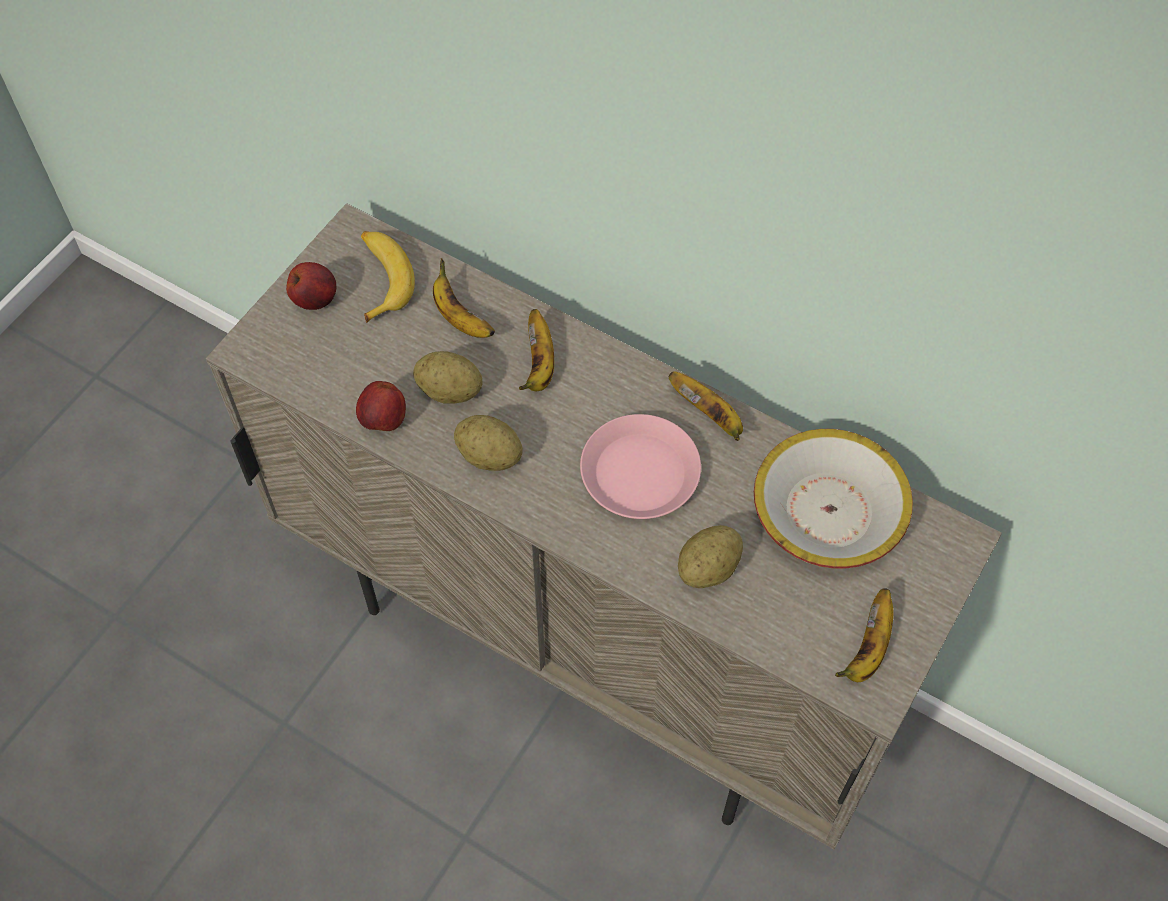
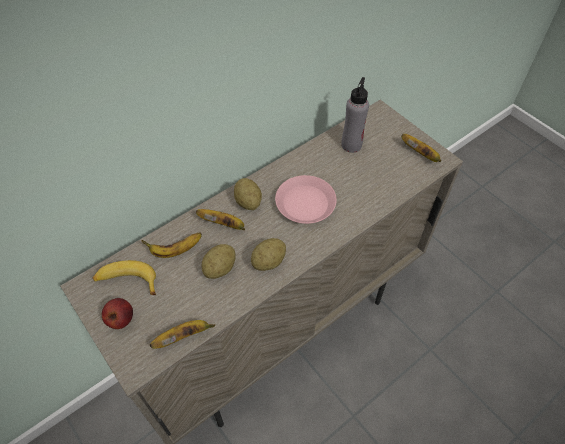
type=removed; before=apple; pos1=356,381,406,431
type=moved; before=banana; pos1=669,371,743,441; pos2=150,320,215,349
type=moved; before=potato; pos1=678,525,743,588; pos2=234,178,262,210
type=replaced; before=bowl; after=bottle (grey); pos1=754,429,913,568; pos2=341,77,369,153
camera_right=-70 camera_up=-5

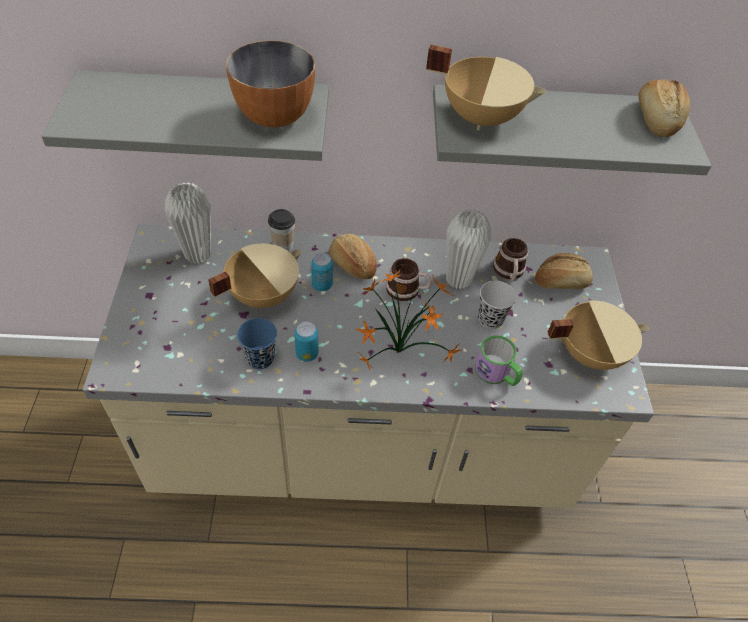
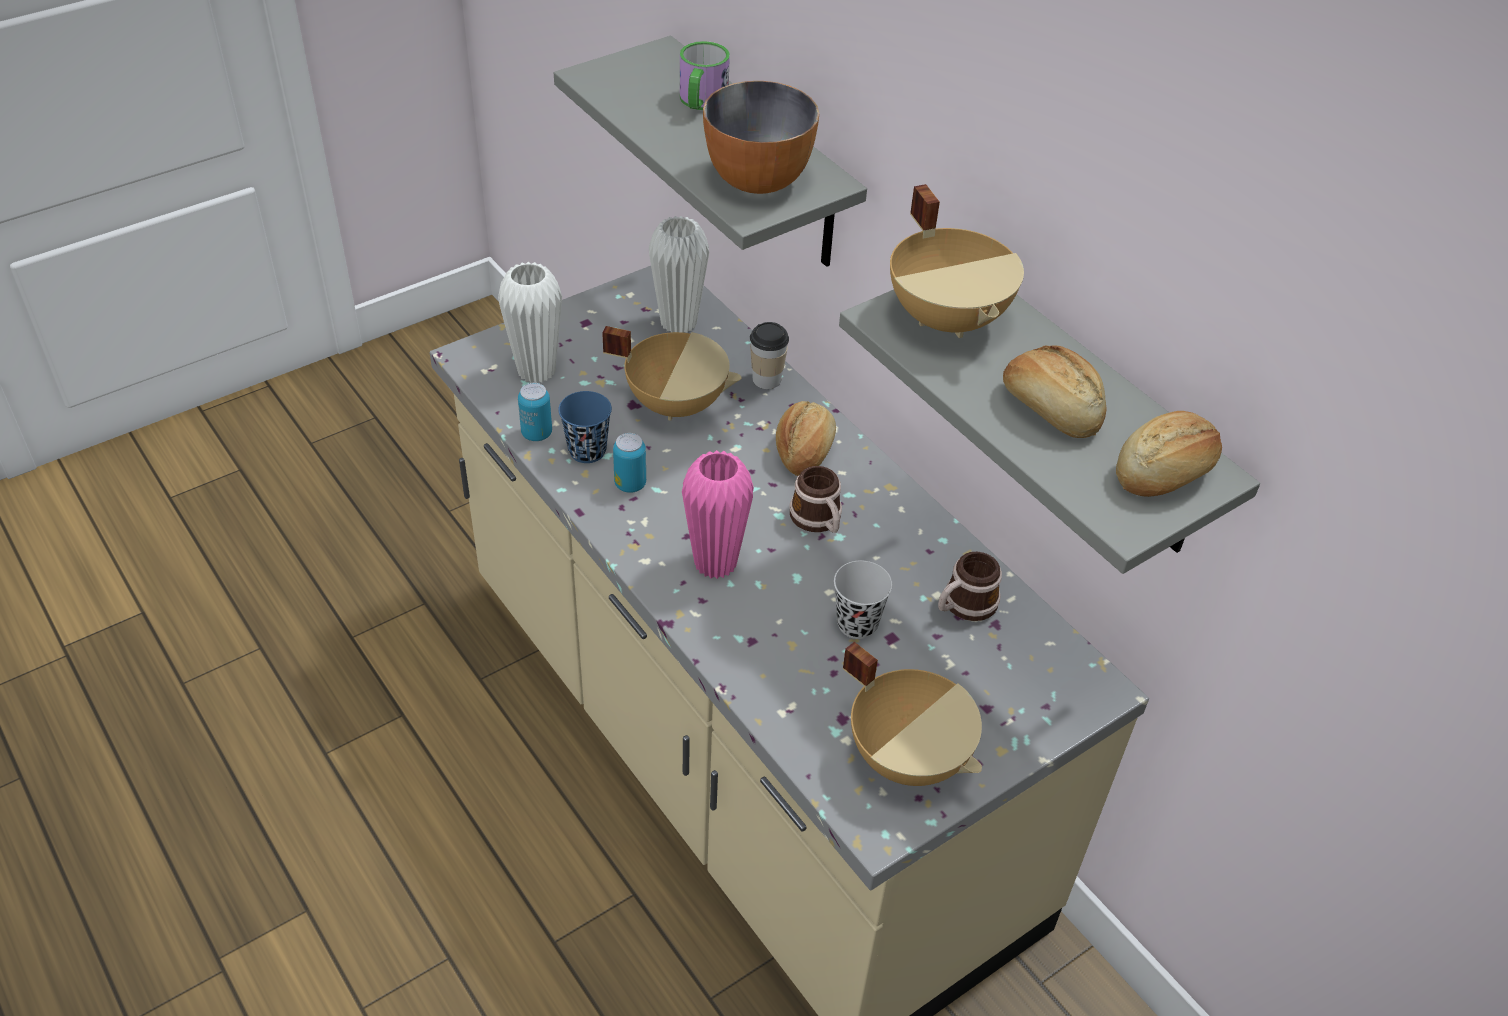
type=moved; before=can; pos1=311,253,333,291; pos2=518,383,552,441
type=moved; before=vase (white); pos1=446,209,491,289; pos2=498,262,562,383
type=moved; before=mug; pos1=475,335,522,386; pos2=680,41,730,110
type=moved; before=bread; pos1=535,253,593,289; pos2=1003,345,1107,438
type=replaced; before=potted plant; after=vase (pink); pos1=355,270,462,371; pos2=682,450,754,579
camera_right=55 camera_up=-5

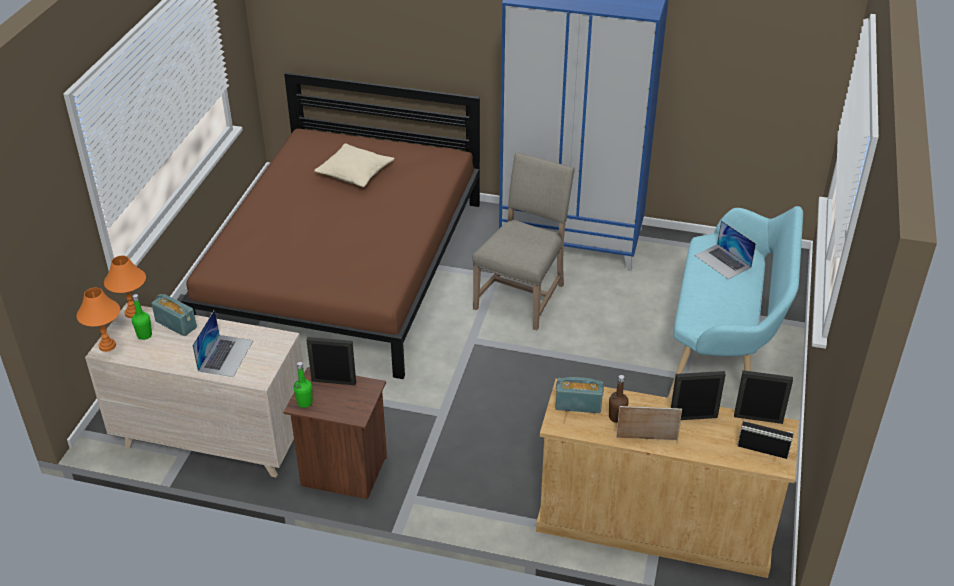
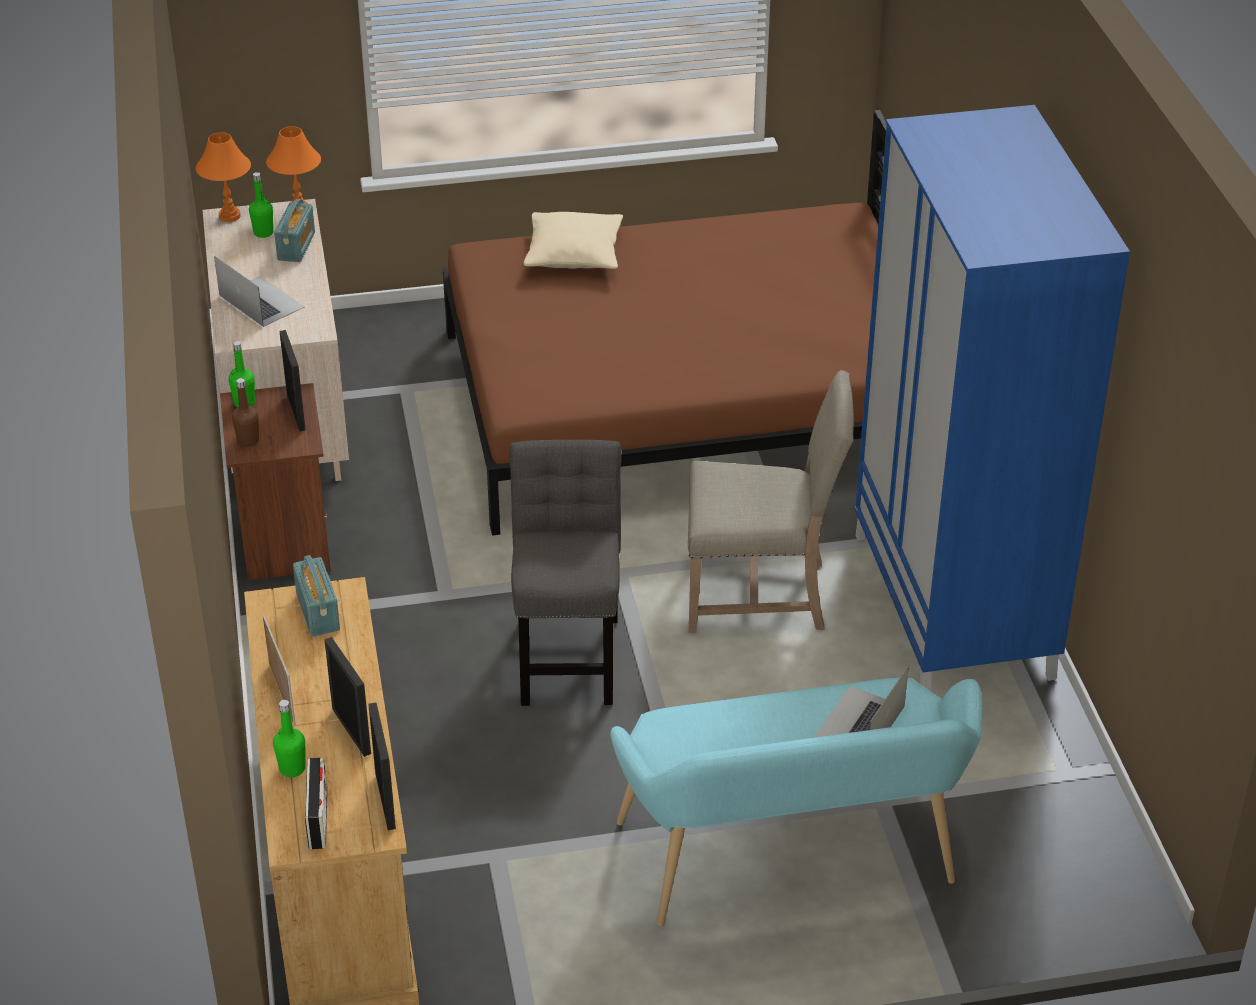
type=added; after=bottle (green); pos2=273,700,306,777
type=added; after=chair (grey); pos2=509,439,621,706
type=moved; before=pillow (beige); pos1=314,143,394,187; pos2=524,212,623,269
type=moved; before=bottle (brown); pos1=609,375,629,423; pos2=232,378,259,447
type=turned; before=laptop; pos1=193,309,254,377; pos2=214,256,304,327; turn=-120
camera_right=65 camera_up=0

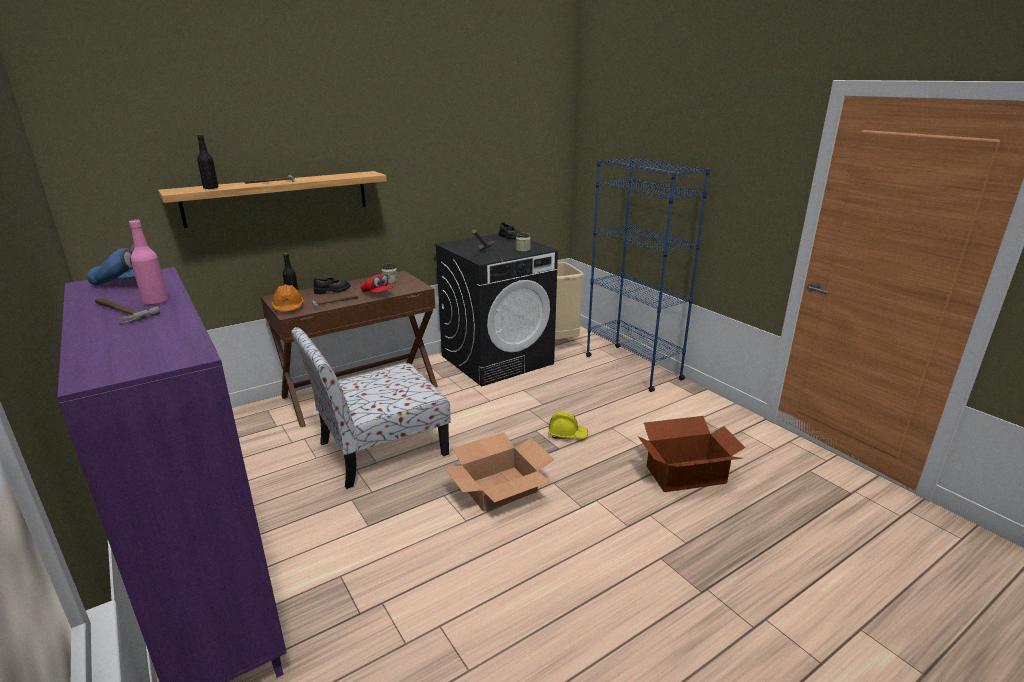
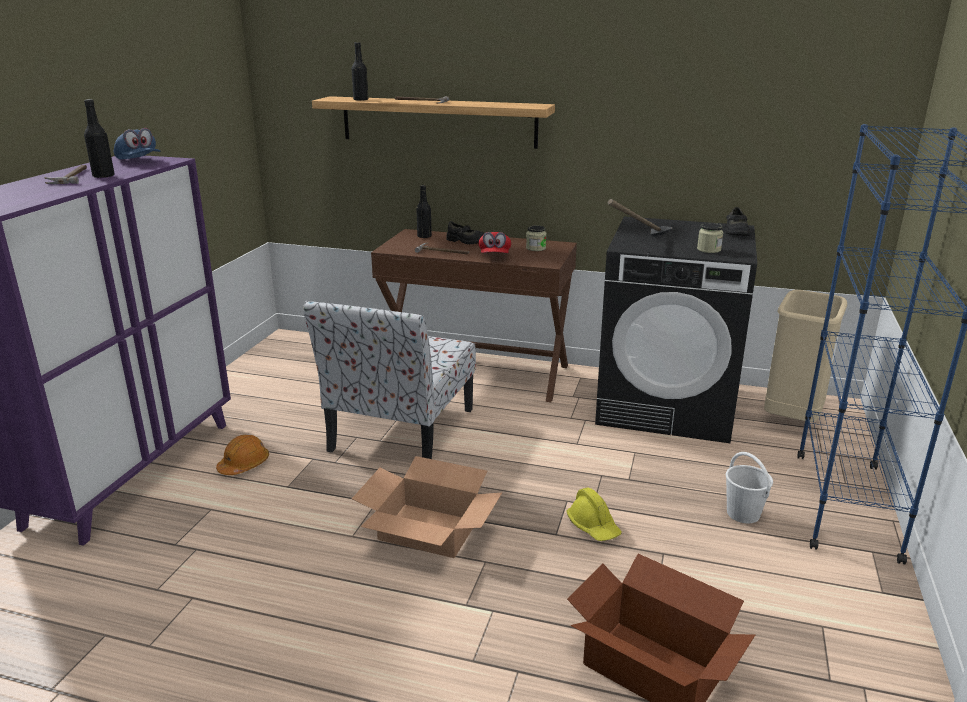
type=added; after=bucket (white); pos2=726,452,773,523
type=moved; before=hard hat (orange); pos1=271,284,304,311; pos2=216,435,269,475
type=recoloured; before=bottle (pink); after=bottle (black); pos1=129,219,168,305; pos2=84,99,115,178
type=turned; before=chair; pos1=291,327,451,489; pos2=303,301,476,459; turn=-90
camera_right=50 camera_up=0

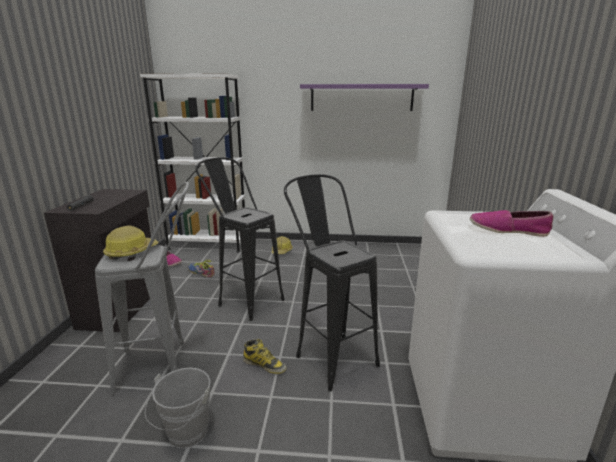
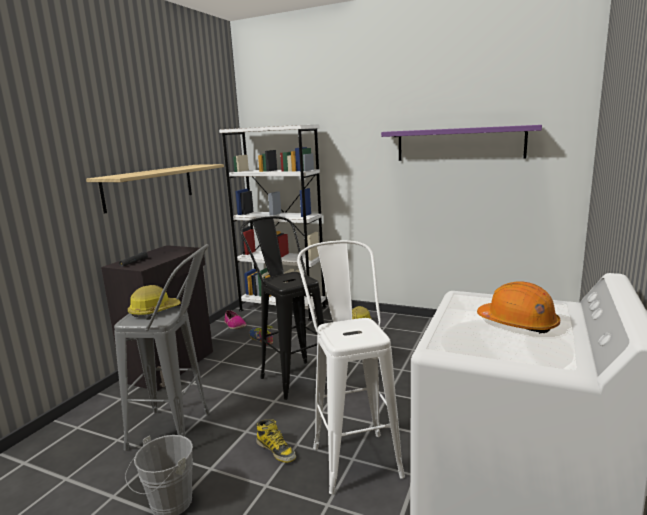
type=added; after=shelf; pos2=86,164,224,213
type=replaced; before=shoe; after=hard hat (orange); pos1=470,210,553,237; pos2=477,281,560,334
type=recoloured; before=stool (black); after=stool (white); pos1=284,174,380,392; pos2=297,240,405,494
camera_right=20 camera_up=-5

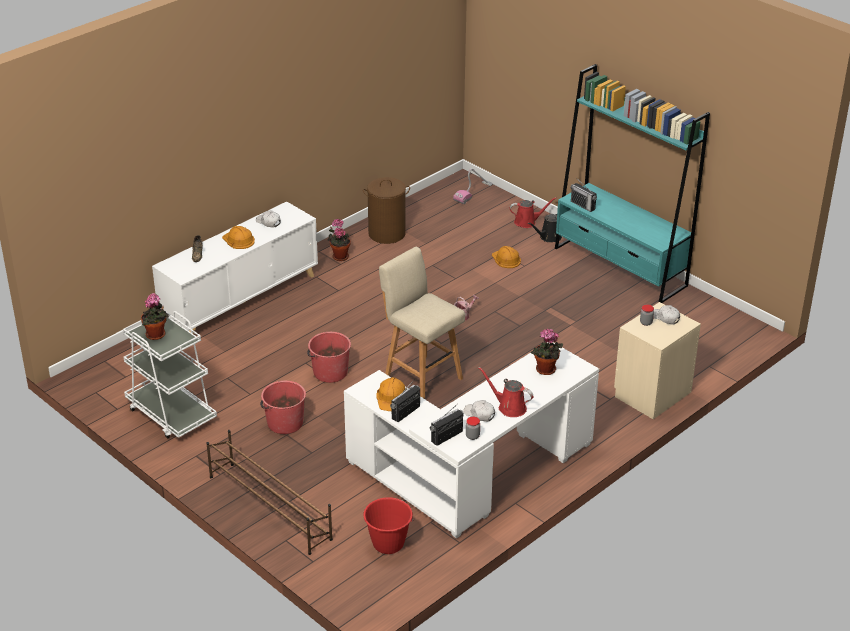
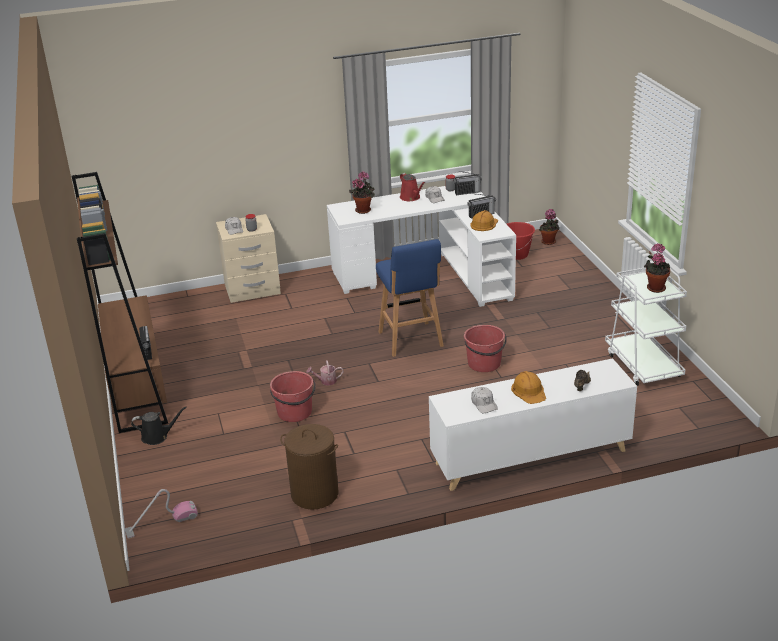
type=removed; before=shoe rack (brown); pos1=206,430,333,555
type=removed; before=hard hat (orange); pos1=492,246,521,268
type=removed; before=watering can (red); pos1=510,197,557,228
type=moved; before=bucket (red); pos1=260,381,306,434; pos2=270,371,316,422
type=moved; before=potted plant; pos1=328,219,351,261; pos2=539,209,559,245
type=recoloured; before=stool (beige); after=stool (blue); pos1=379,247,465,399; pos2=376,239,444,357
type=recoloured; before=bookcase (turquoise); after=bookcase (brown); pos1=555,64,710,303; pos2=72,172,168,433
camera_right=-150 camera_up=-5

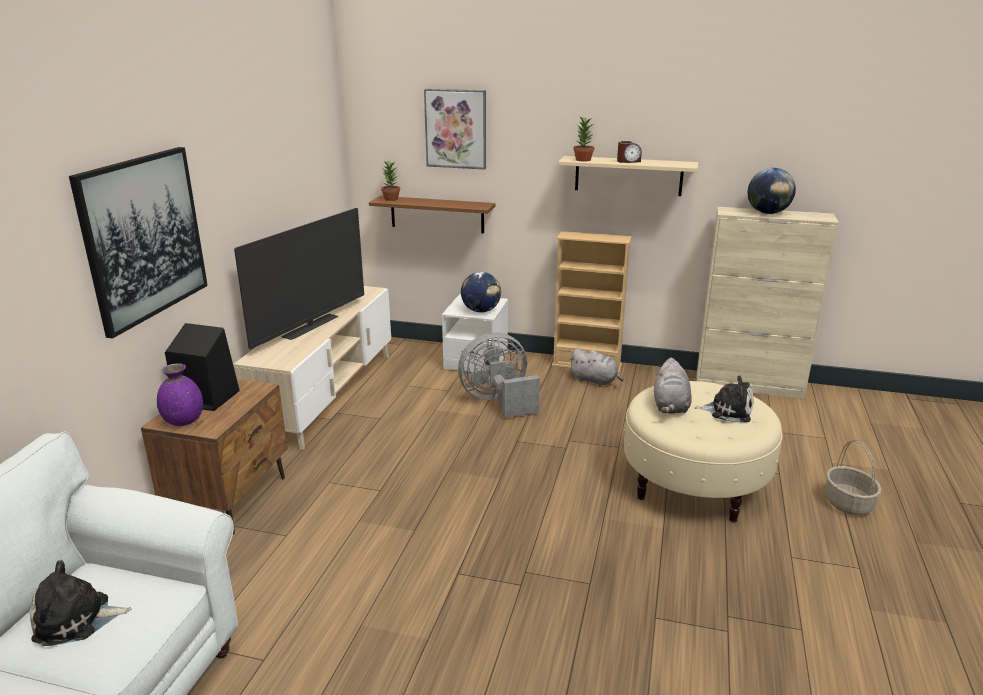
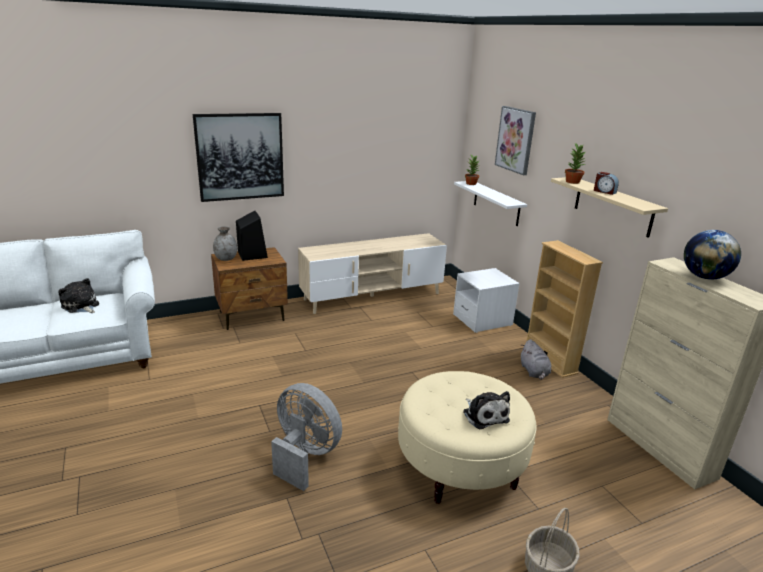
type=removed; before=television; pos1=234,208,364,349
type=removed; before=globe; pos1=461,272,501,312
type=removed; before=plush toy (grey); pos1=654,358,692,414
type=moved; before=fan (grey); pos1=458,332,540,418; pos2=271,383,342,491
type=recoloured; before=vase (purple); after=vase (grey); pos1=157,363,203,426; pos2=213,226,237,261
type=recoloured; before=shelf (brown); after=shelf (white); pos1=369,196,496,234; pos2=454,181,527,226
camera_right=50 camera_up=0

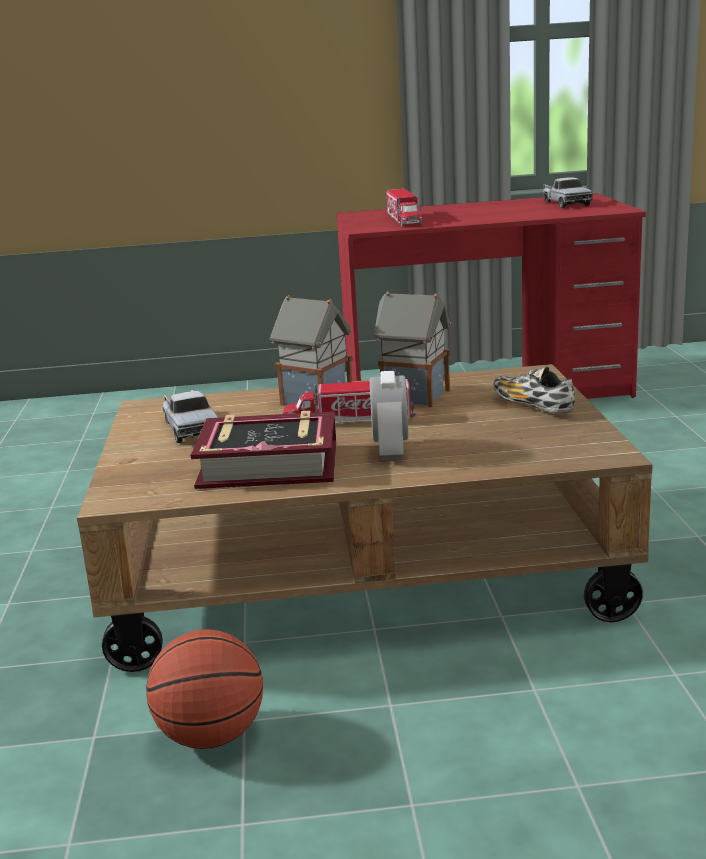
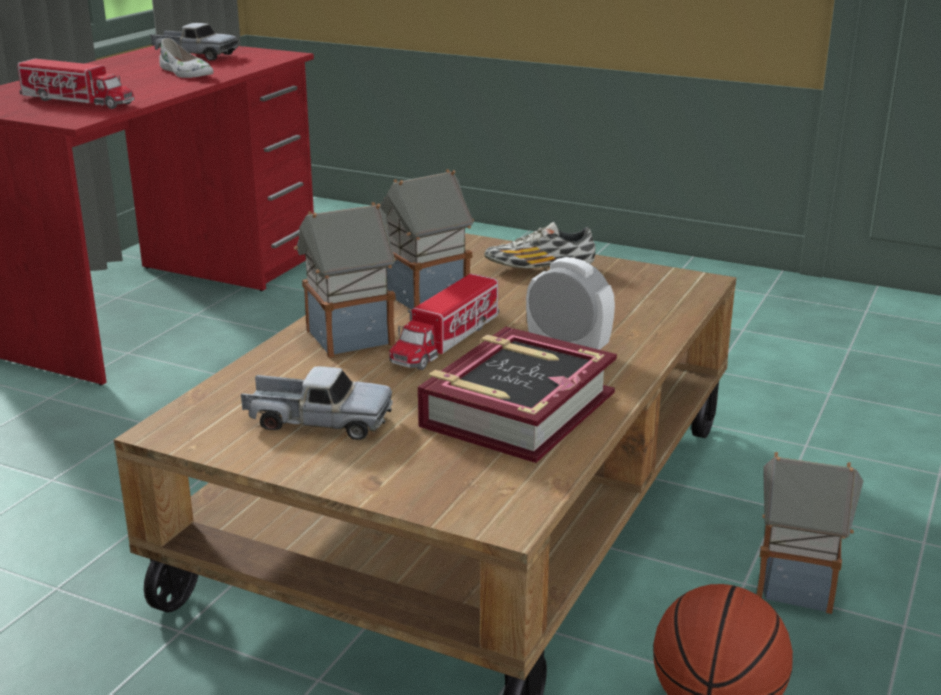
type=added; after=shoe (white); pos2=159,38,214,78
type=added; after=toy house; pos2=757,452,863,614
camera_right=-60 camera_up=5

